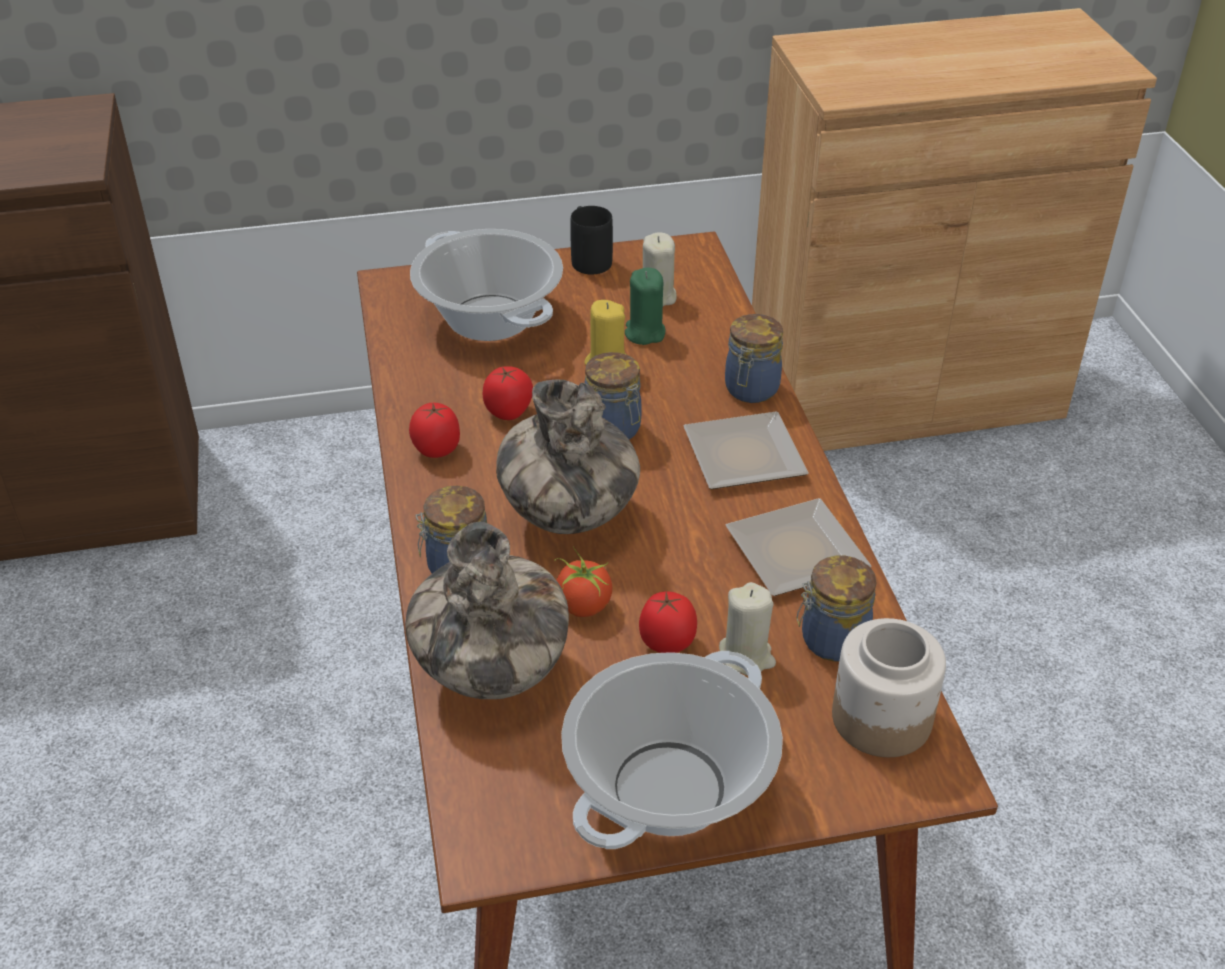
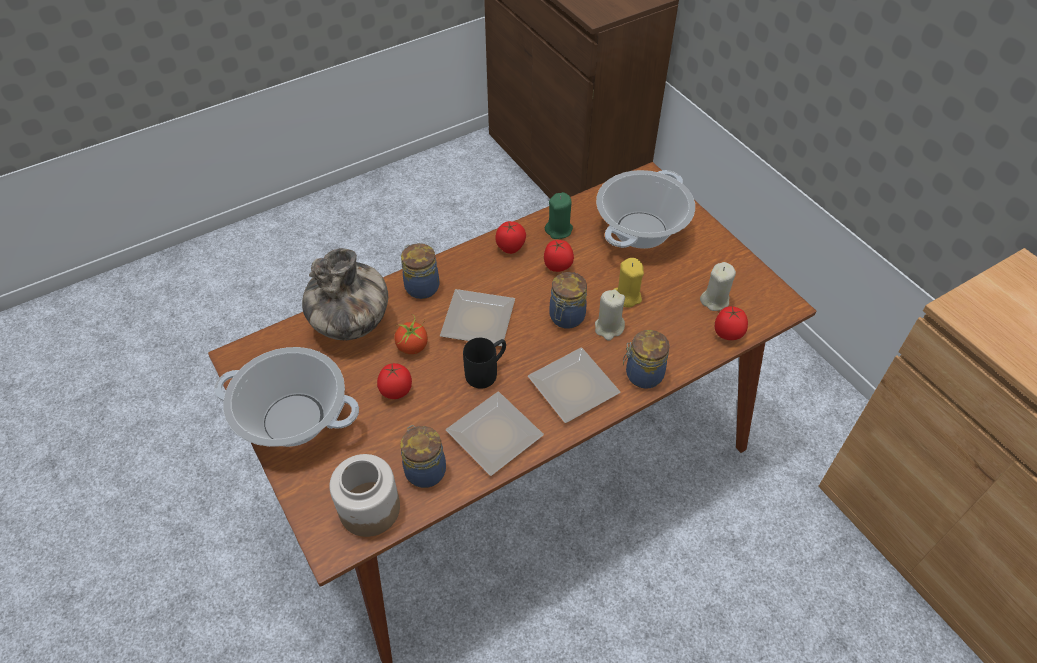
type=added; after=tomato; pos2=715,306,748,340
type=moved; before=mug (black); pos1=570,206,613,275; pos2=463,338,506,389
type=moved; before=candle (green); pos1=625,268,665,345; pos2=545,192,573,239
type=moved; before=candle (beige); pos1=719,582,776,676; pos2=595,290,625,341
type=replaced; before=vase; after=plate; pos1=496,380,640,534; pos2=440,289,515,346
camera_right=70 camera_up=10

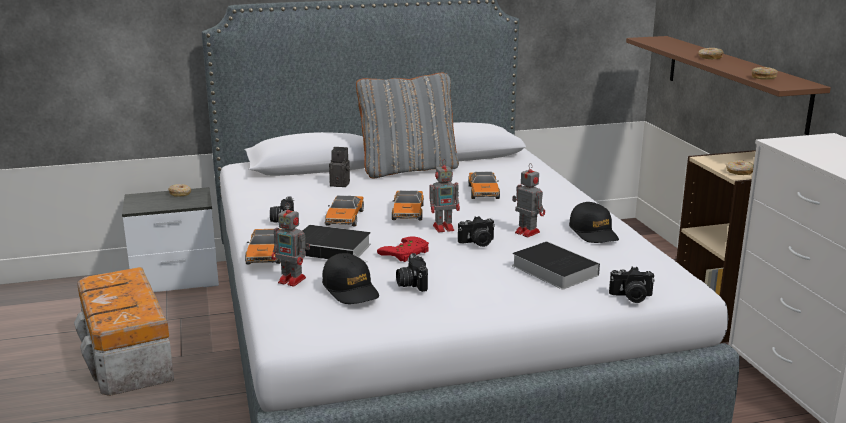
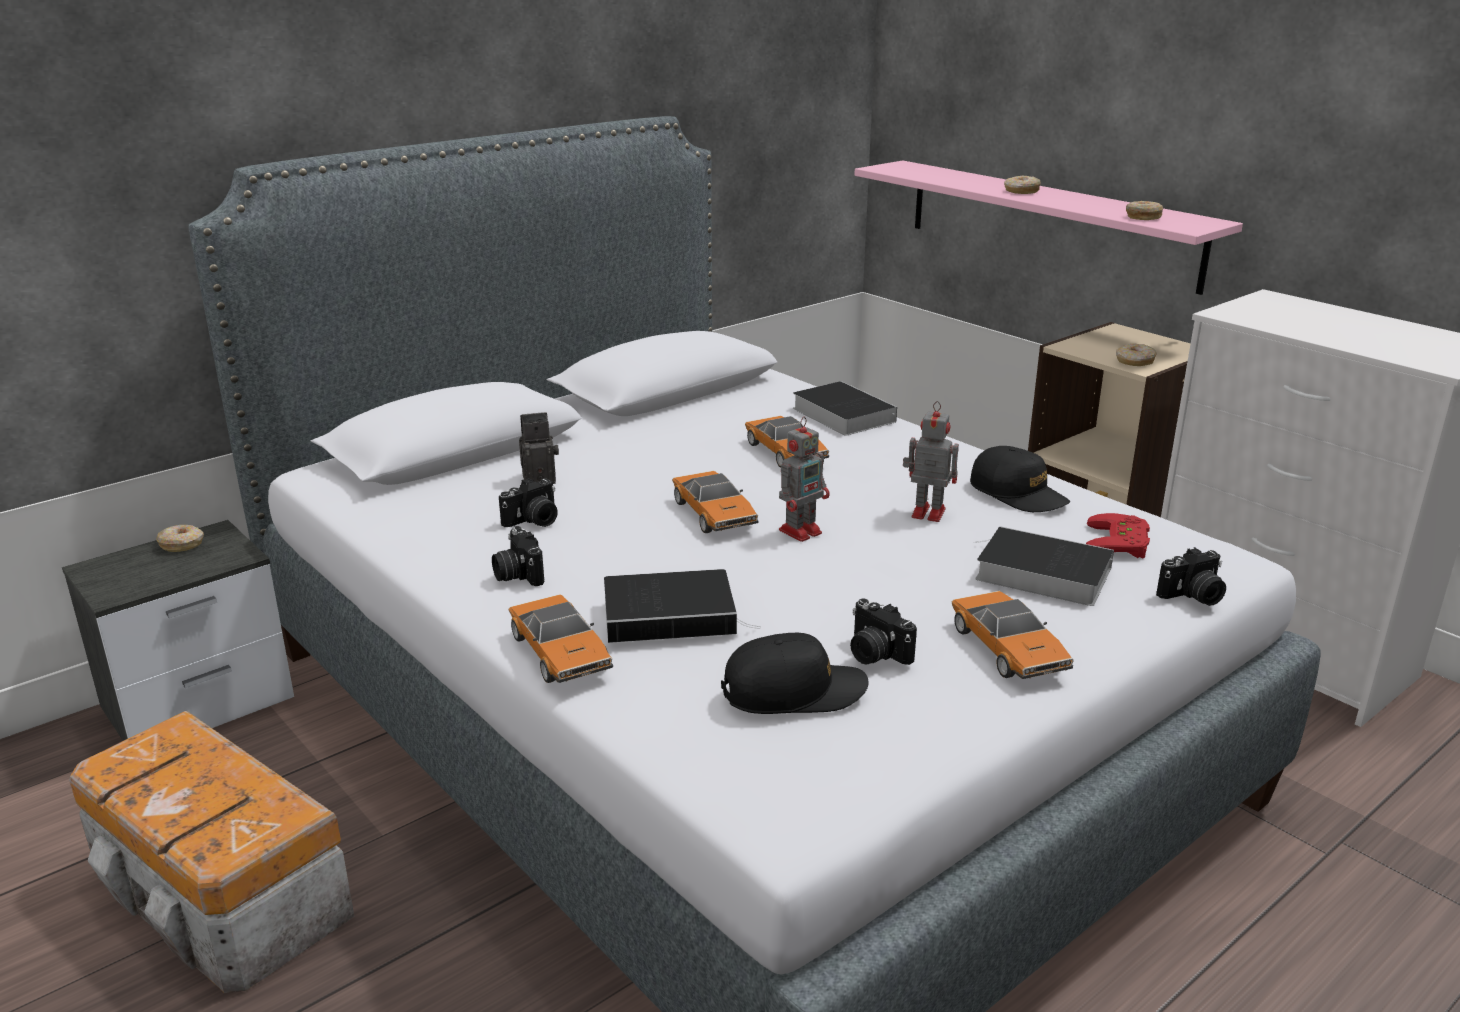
type=removed; before=toy robot; pos1=271,203,310,286
type=removed; before=pillow (grey); pos1=356,73,459,179
type=added; after=book; pos2=793,381,897,436
type=moved; before=toy car; pos1=325,195,364,226; pos2=951,591,1074,679
type=moved; before=game controller (red); pos1=377,237,429,262; pos2=1086,513,1150,558
type=moved; before=photo camera; pos1=458,216,495,247; pos2=499,478,558,527
type=recoloured; before=shelf (brown); after=shelf (pink); pos1=626,36,831,135; pos2=854,160,1243,295
type=turned; before=cap (black); pos1=322,253,379,304; pos2=721,633,869,714; turn=-45
camera_right=-25 camera_up=5

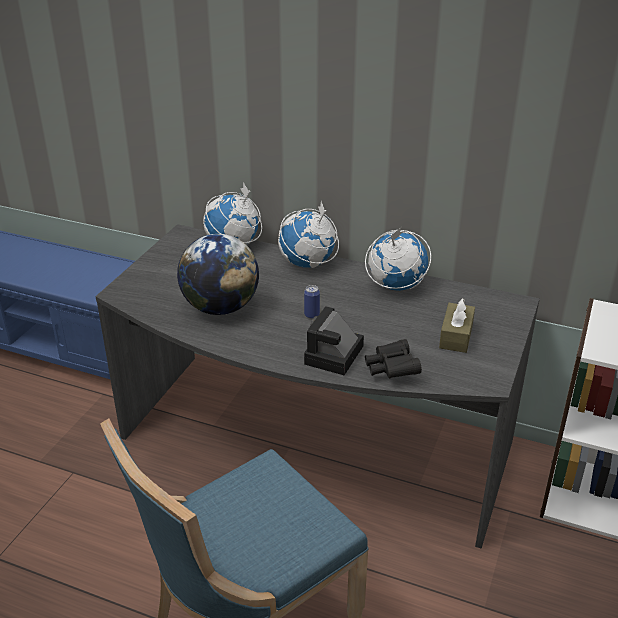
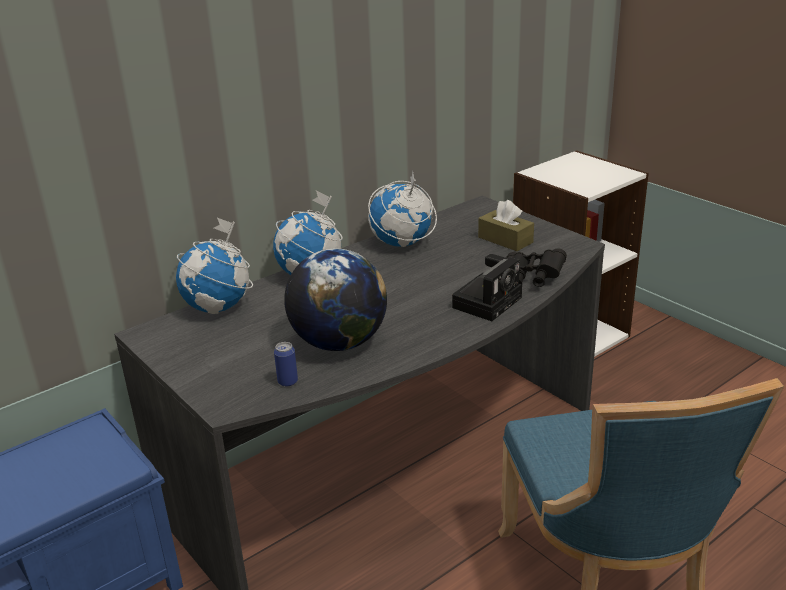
type=moved; before=can; pos1=304,285,320,319; pos2=274,342,298,387
type=turned; before=photo camera; pos1=304,306,364,375; pos2=452,254,522,321; turn=-105
camera_right=-60 camera_up=-5

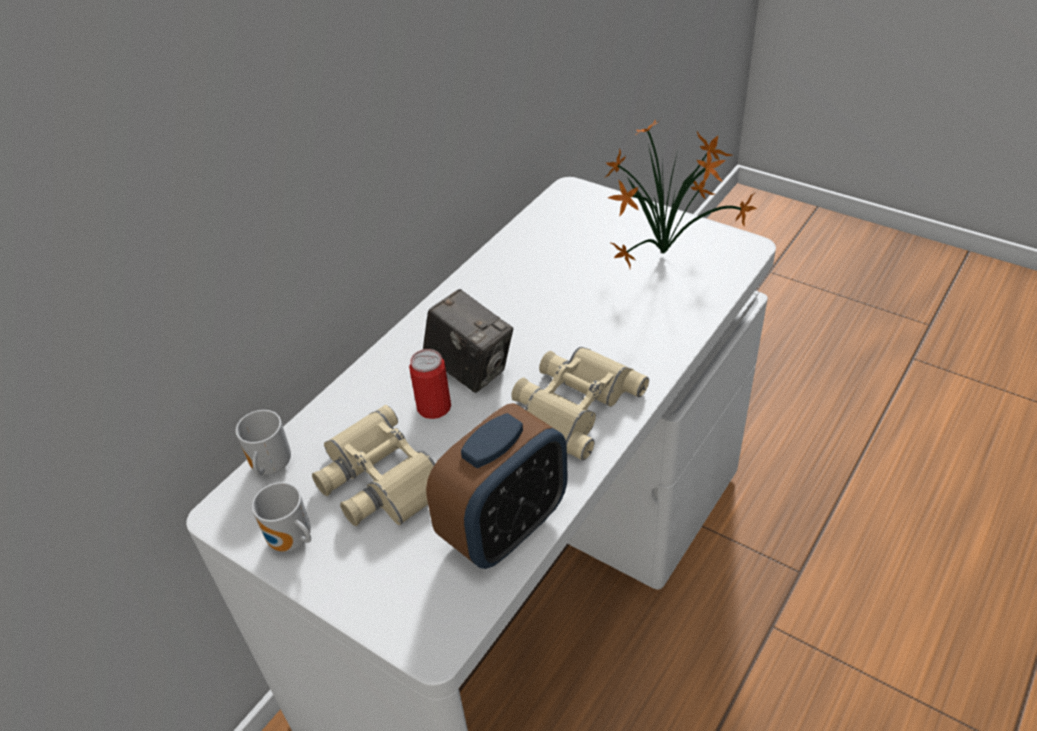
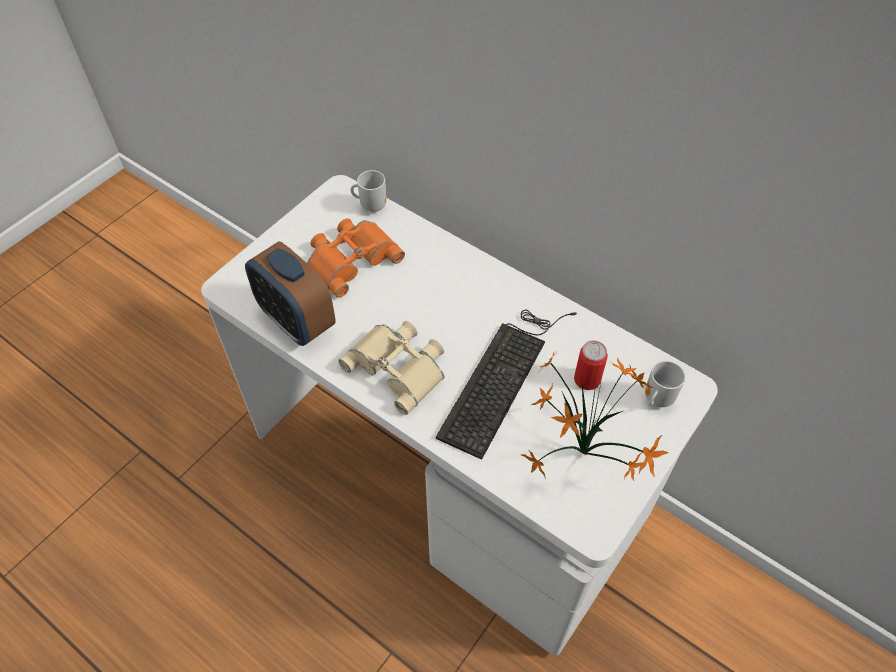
type=removed; before=photo camera; pos1=423,289,513,393
type=added; after=keyboard; pos2=436,309,577,460
type=moved; before=mug; pos1=252,482,311,552; pos2=645,361,686,407
type=moved; before=can; pos1=409,349,451,419; pos2=574,341,608,390
type=recoloured; before=binoculars (beige); after=binoculars (orange); pos1=312,405,435,526; pos2=307,218,405,297
camera_right=90 camera_up=10

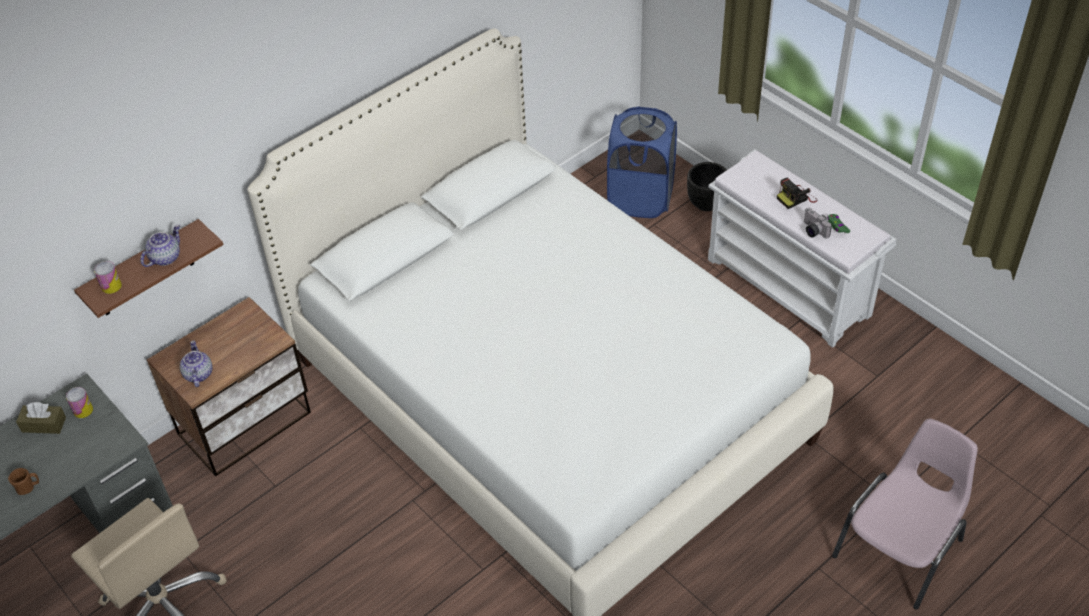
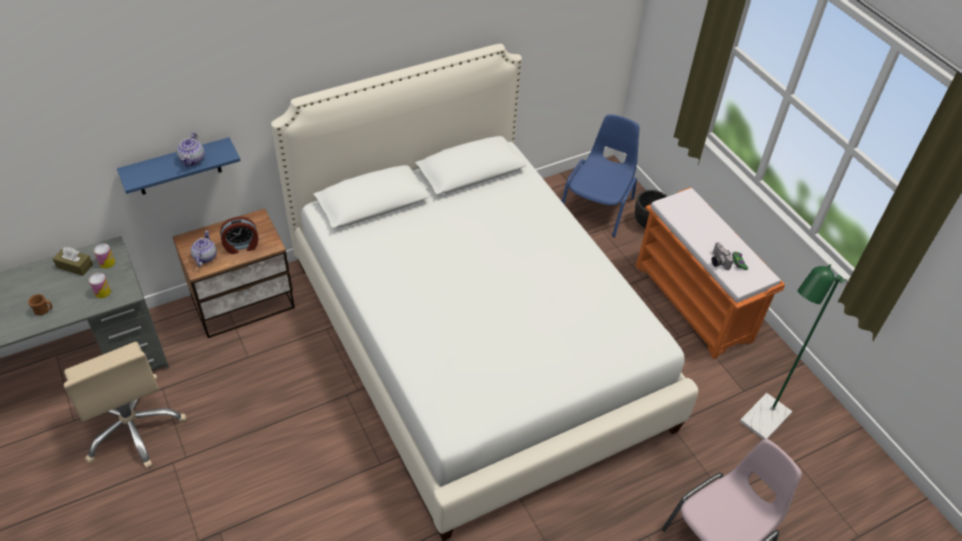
type=removed; before=photo camera; pos1=777,178,817,209
type=added; after=alarm clock; pos2=220,217,258,254
type=added; after=floor lamp (green); pos2=739,264,849,440
type=moved; before=can; pos1=94,261,122,294; pos2=89,273,111,298
type=replaced; before=laundry basket (blue); after=chair (blue); pos1=607,107,677,218; pos2=562,114,639,237
type=recoloured; before=shelf (brown); after=shelf (blue); pos1=74,219,223,318; pos2=117,137,241,195
type=recoloured; before=bench (white); after=bench (orange); pos1=708,149,896,348; pos2=636,187,785,359
type=turned; before=teapot; pos1=140,225,180,267; pos2=177,133,205,167; turn=135
camera_right=10 camera_up=0

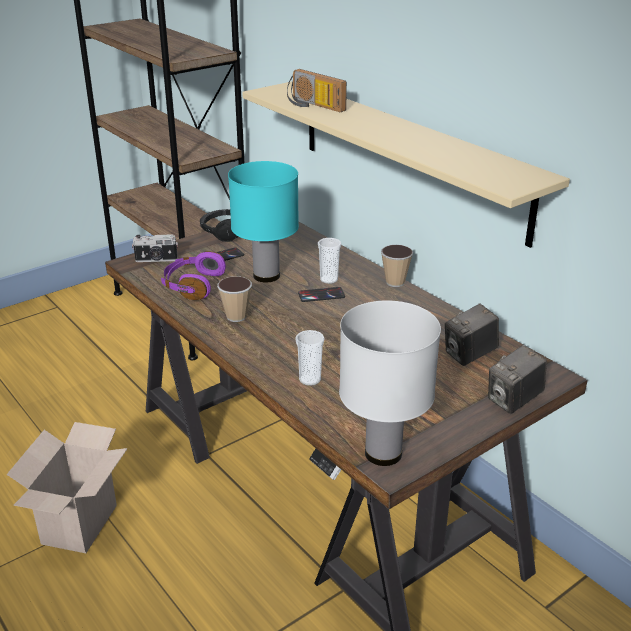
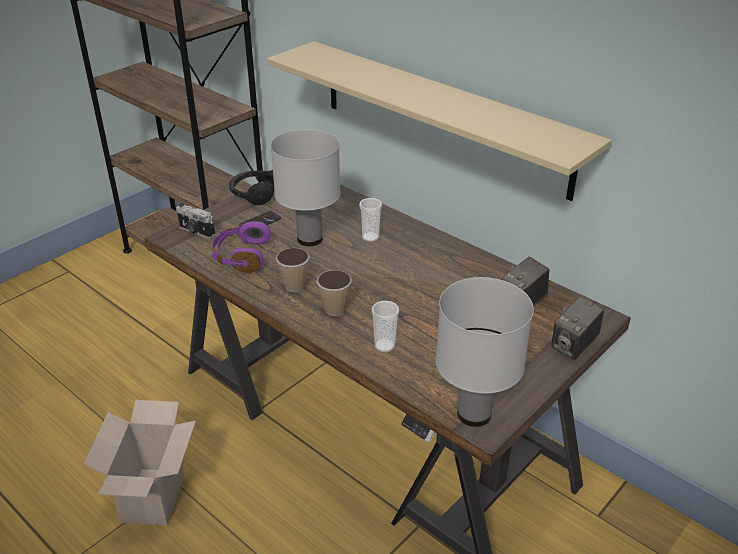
type=removed; before=radio; pos1=287,69,347,112
type=removed; before=phone; pos1=298,287,345,302
type=moved; before=cup; pos1=381,245,413,287; pos2=317,270,352,316
type=recoloured; before=table lamp (turquoise); after=table lamp (white); pos1=228,161,299,283; pos2=271,129,341,246
type=turned; before=photo camera; pos1=132,234,178,262; pos2=176,203,215,238; turn=45
camera_right=-10 camera_up=5

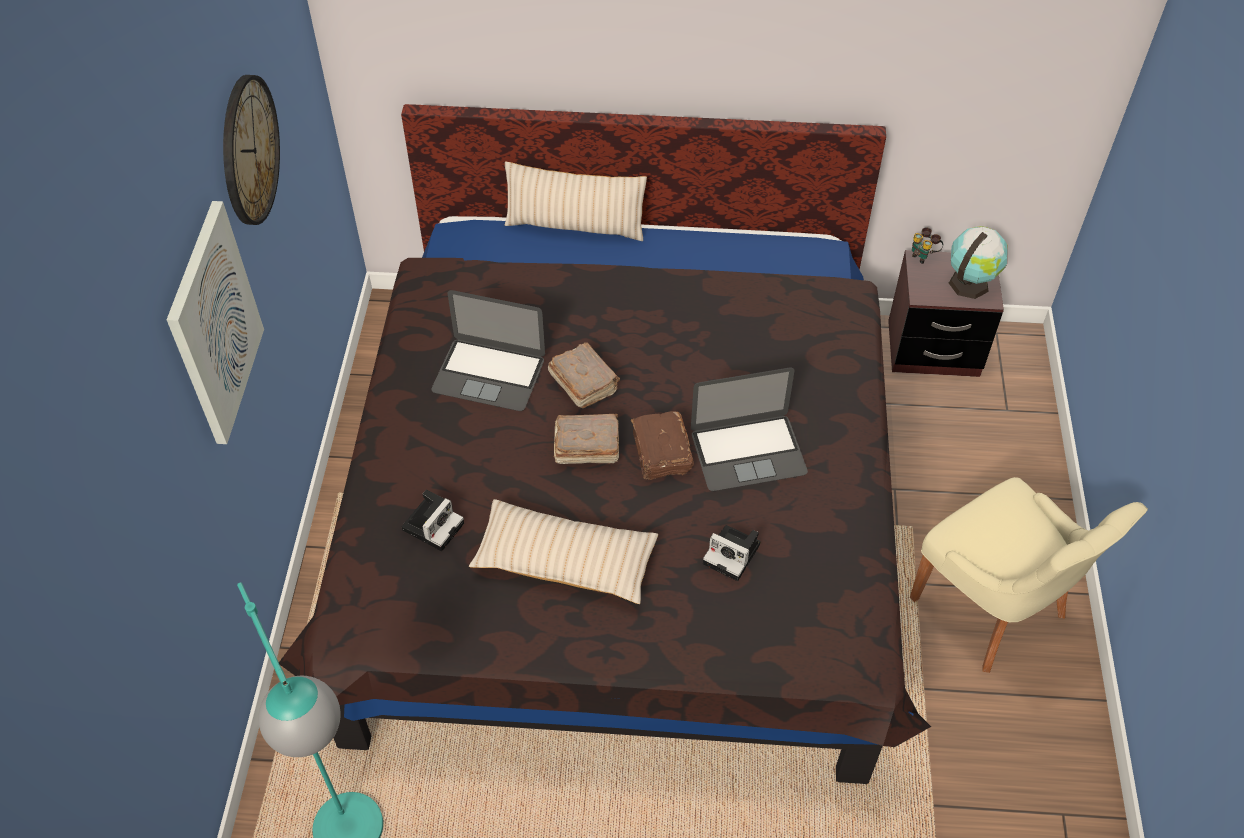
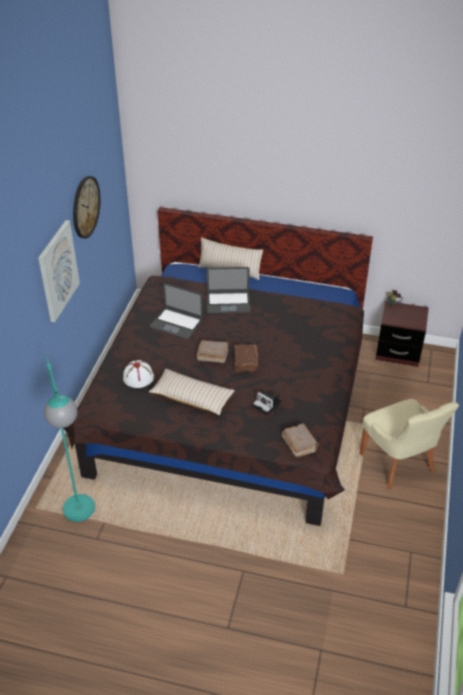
type=removed; before=globe; pos1=949,226,1007,299
type=moved; before=book (brown); pos1=548,342,620,408; pos2=282,423,319,457
type=moved; before=laptop; pos1=691,368,808,491; pos2=206,267,251,313
type=replaced; before=photo camera; after=hat (white); pos1=402,490,464,551; pos2=123,360,154,388
camera_right=10 camera_up=-10

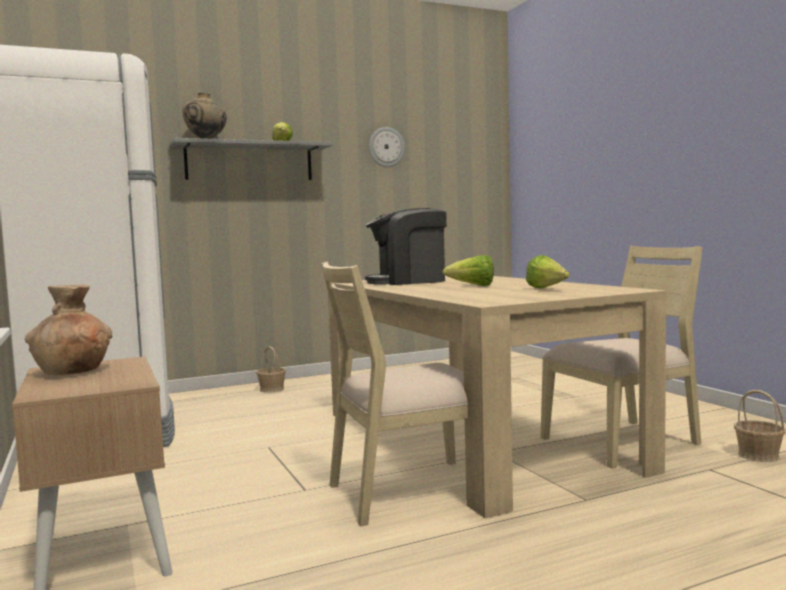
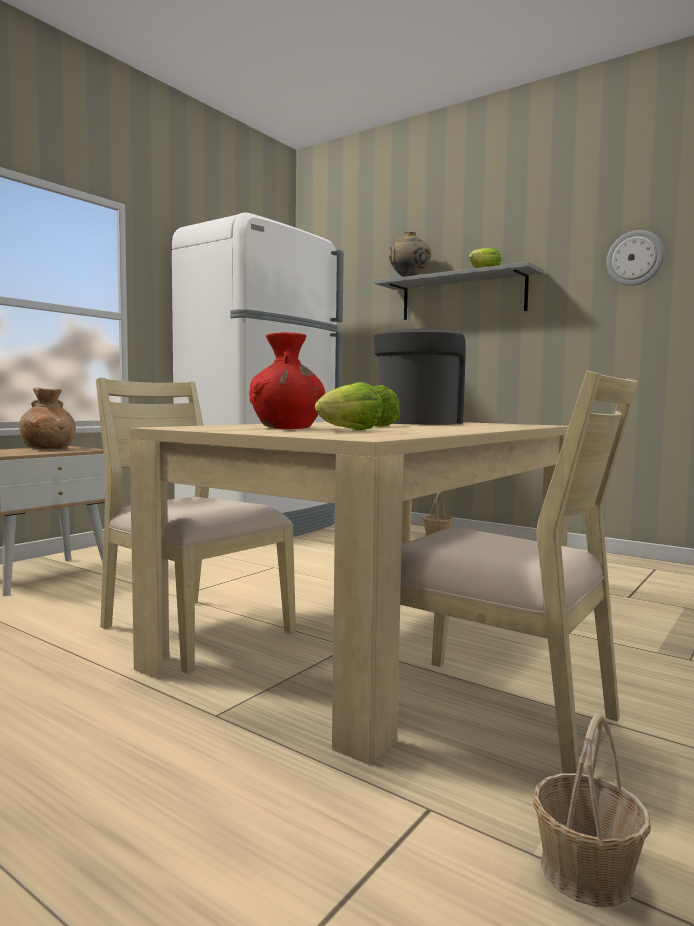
type=added; after=vase (red); pos2=249,332,325,429
type=turned; before=coffee machine; pos1=365,208,447,285; pos2=373,329,466,425; turn=60
camera_right=60 camera_up=0

